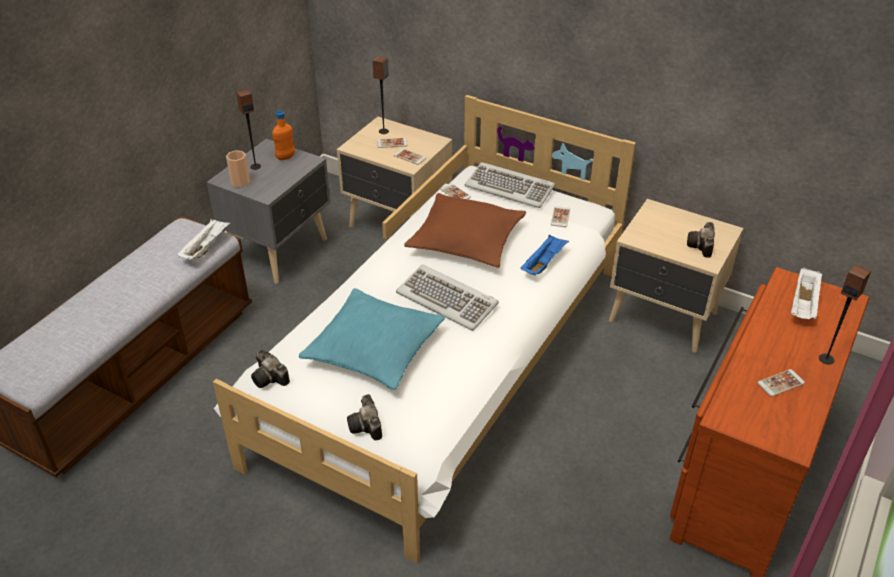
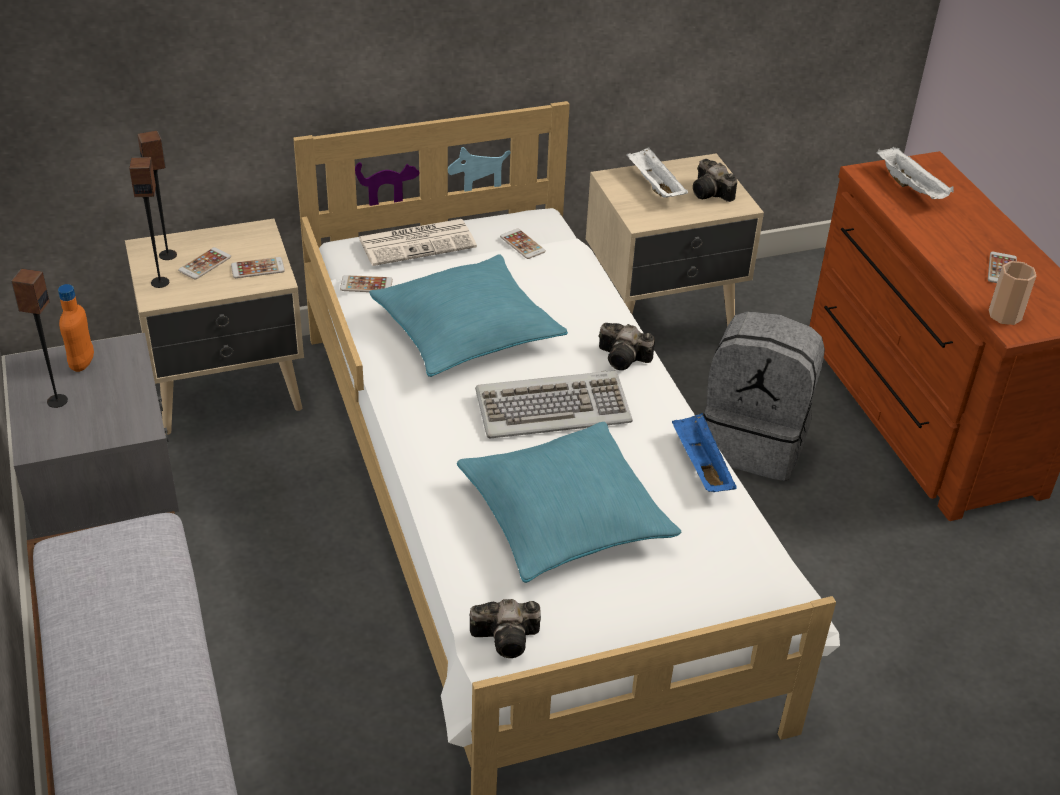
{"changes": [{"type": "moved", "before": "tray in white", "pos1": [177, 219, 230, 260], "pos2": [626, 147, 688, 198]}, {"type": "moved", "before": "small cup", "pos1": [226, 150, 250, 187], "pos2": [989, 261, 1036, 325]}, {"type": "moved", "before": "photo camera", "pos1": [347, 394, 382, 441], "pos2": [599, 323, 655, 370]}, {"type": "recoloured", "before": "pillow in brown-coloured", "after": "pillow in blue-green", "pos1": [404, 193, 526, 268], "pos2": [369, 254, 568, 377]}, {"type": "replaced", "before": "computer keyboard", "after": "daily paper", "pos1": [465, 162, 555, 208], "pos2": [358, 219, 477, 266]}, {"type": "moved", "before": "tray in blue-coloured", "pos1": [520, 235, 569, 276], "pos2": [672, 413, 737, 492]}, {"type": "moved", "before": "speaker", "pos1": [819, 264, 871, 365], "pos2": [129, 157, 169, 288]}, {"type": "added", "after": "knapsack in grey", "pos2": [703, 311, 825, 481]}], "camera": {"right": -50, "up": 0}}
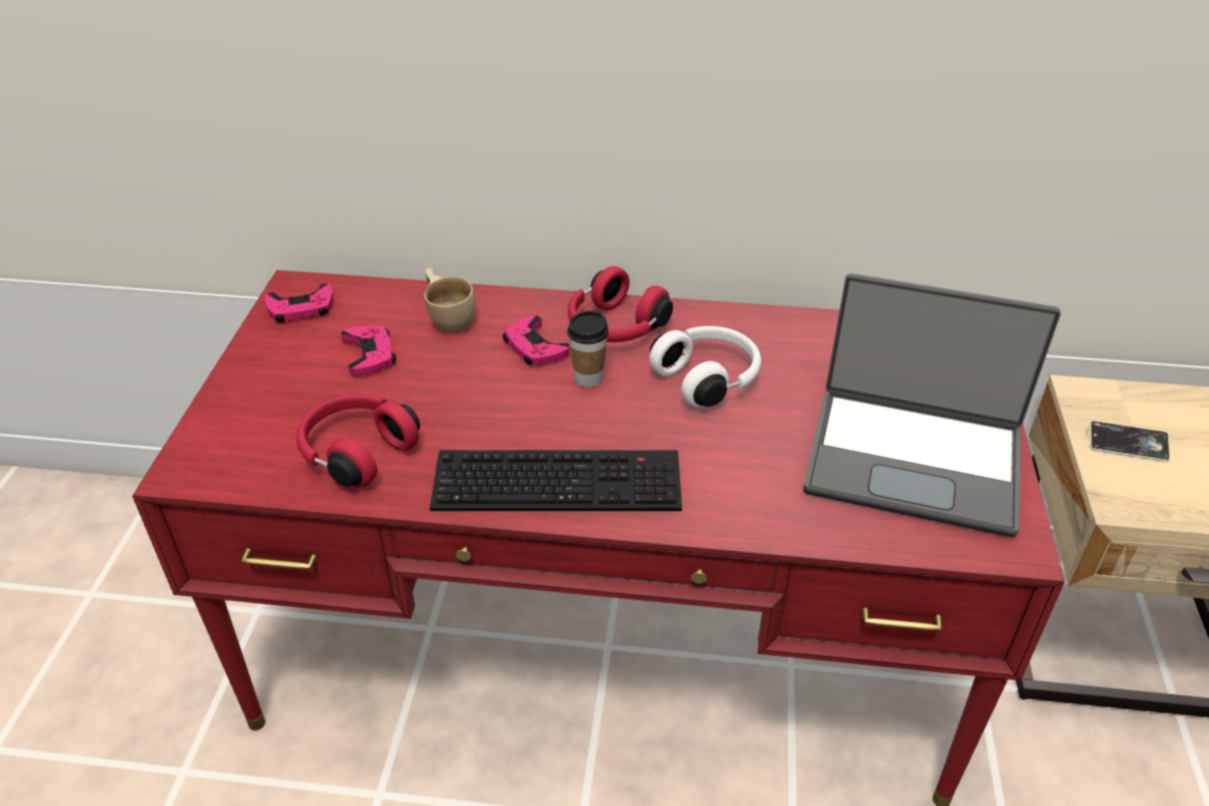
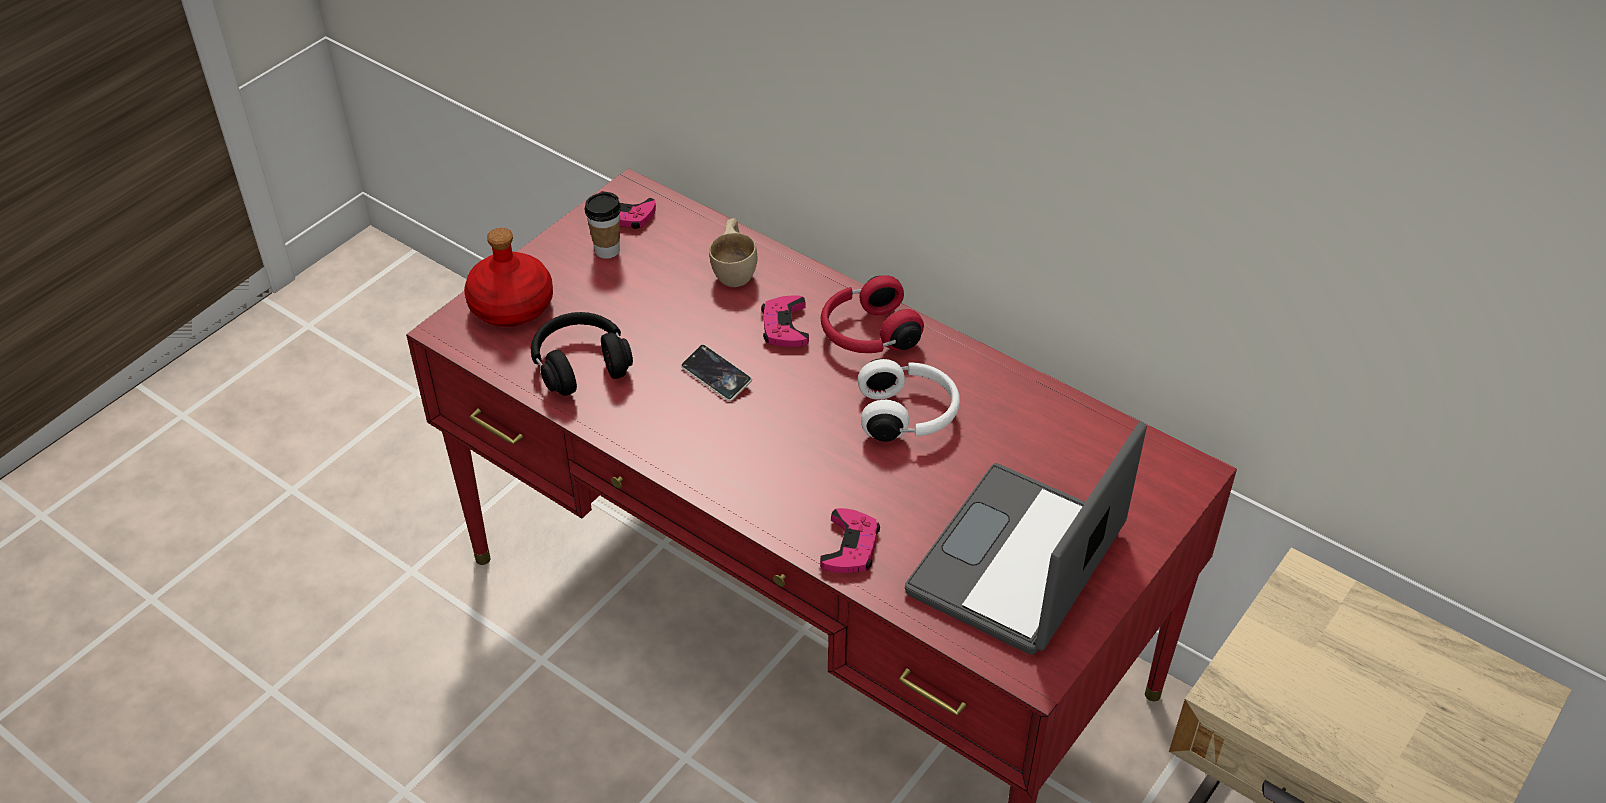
{"changes": [{"type": "recoloured", "before": "headset in red", "after": "headset in black-coloured", "pos1": [297, 394, 420, 487], "pos2": [531, 312, 633, 396]}, {"type": "moved", "before": "joypad in pink", "pos1": [341, 325, 396, 376], "pos2": [820, 508, 880, 573]}, {"type": "removed", "before": "computer keyboard", "pos1": [430, 450, 682, 511]}, {"type": "moved", "before": "small cup", "pos1": [567, 311, 609, 387], "pos2": [584, 192, 621, 259]}, {"type": "turned", "before": "notebook computer", "pos1": [803, 273, 1061, 537], "pos2": [905, 422, 1147, 655], "turn": 75}, {"type": "moved", "before": "telephone", "pos1": [1089, 421, 1170, 462], "pos2": [681, 344, 752, 401]}, {"type": "added", "after": "drink bottle in red", "pos2": [464, 228, 553, 327]}], "camera": {"right": 30, "up": 5}}
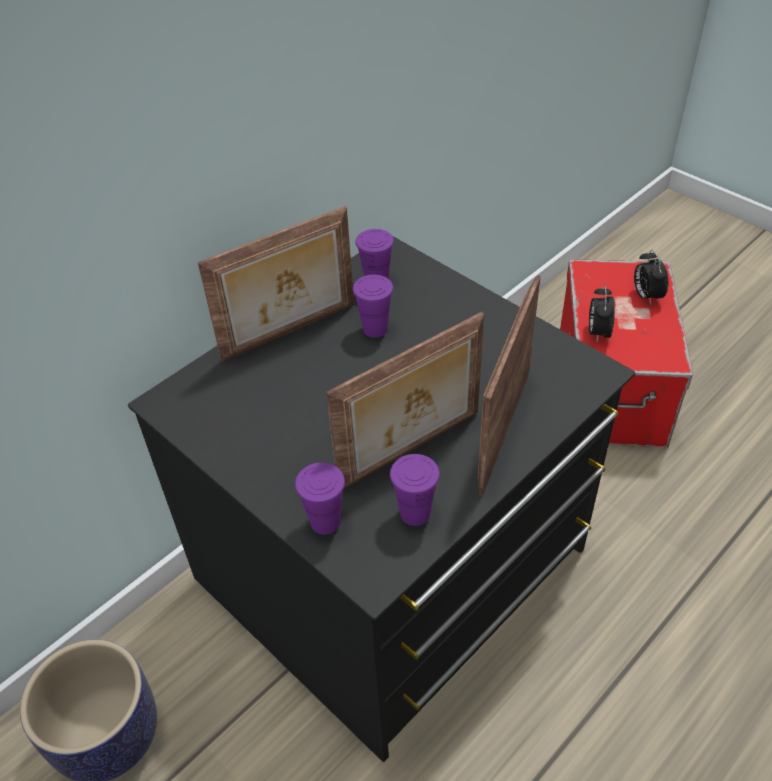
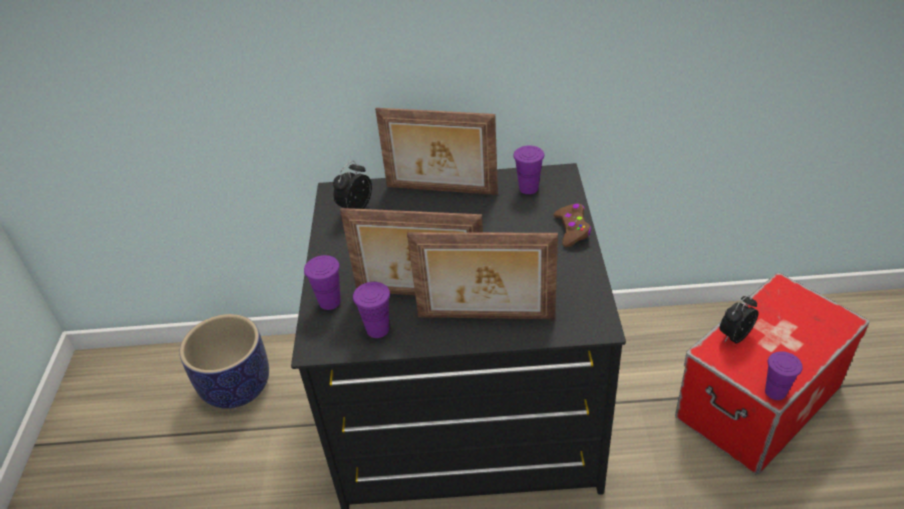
{"changes": [{"type": "moved", "before": "small cup in purplish", "pos1": [353, 275, 393, 338], "pos2": [765, 351, 803, 400]}, {"type": "turned", "before": "photo frame", "pos1": [478, 275, 541, 496], "pos2": [407, 232, 558, 319], "turn": -150}, {"type": "moved", "before": "bedside clock", "pos1": [634, 250, 668, 305], "pos2": [333, 161, 372, 209]}, {"type": "added", "after": "joypad in brown-coloured", "pos2": [553, 203, 591, 247]}], "camera": {"right": 45, "up": -5}}
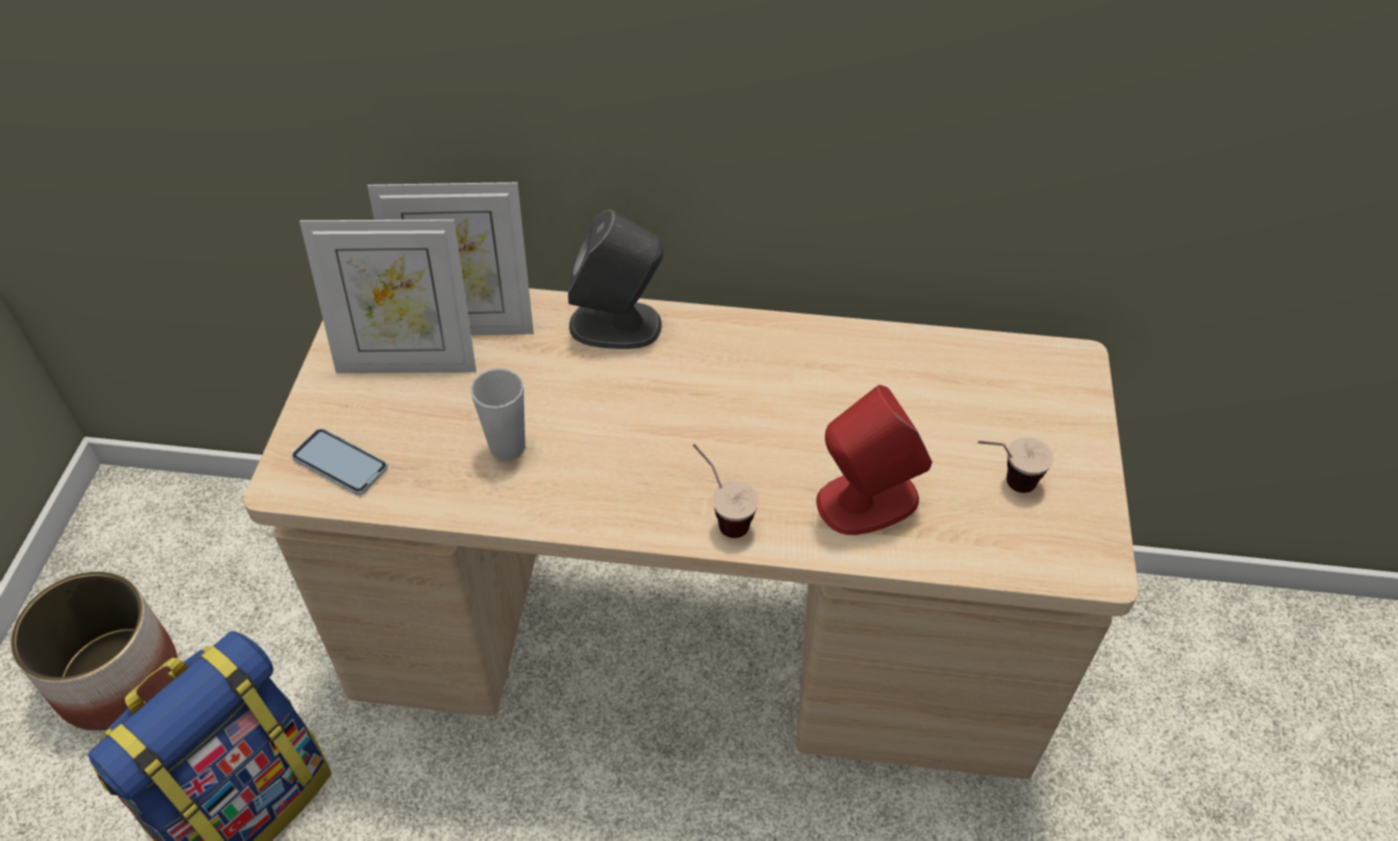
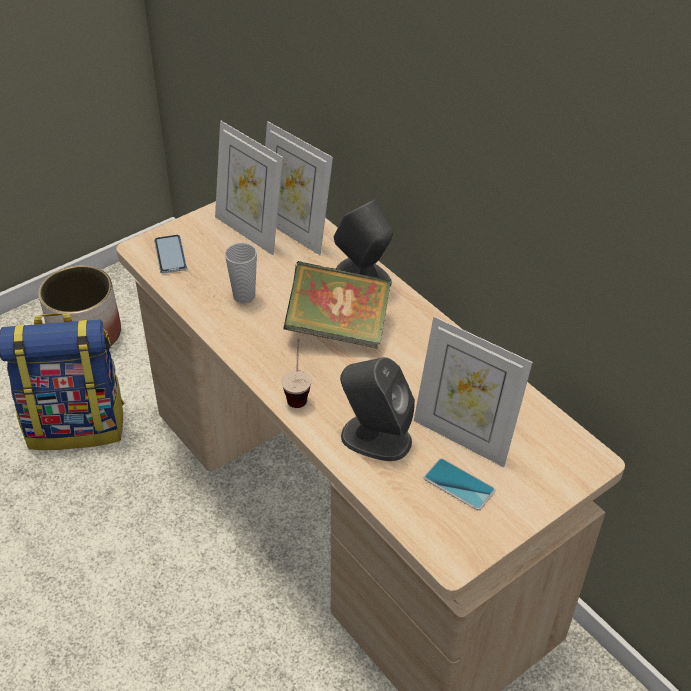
{"changes": [{"type": "recoloured", "before": "speaker in red", "after": "speaker in grey", "pos1": [816, 385, 932, 535], "pos2": [340, 357, 415, 461]}, {"type": "replaced", "before": "small cup", "after": "telephone", "pos1": [978, 437, 1053, 493], "pos2": [424, 458, 495, 510]}, {"type": "added", "after": "book", "pos2": [283, 261, 391, 348]}, {"type": "added", "after": "photo frame", "pos2": [414, 316, 533, 467]}], "camera": {"right": 45, "up": -5}}
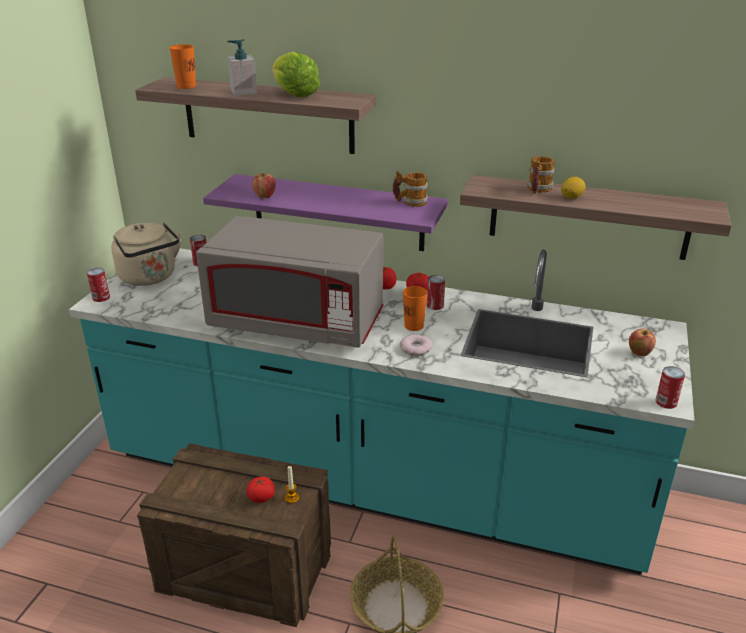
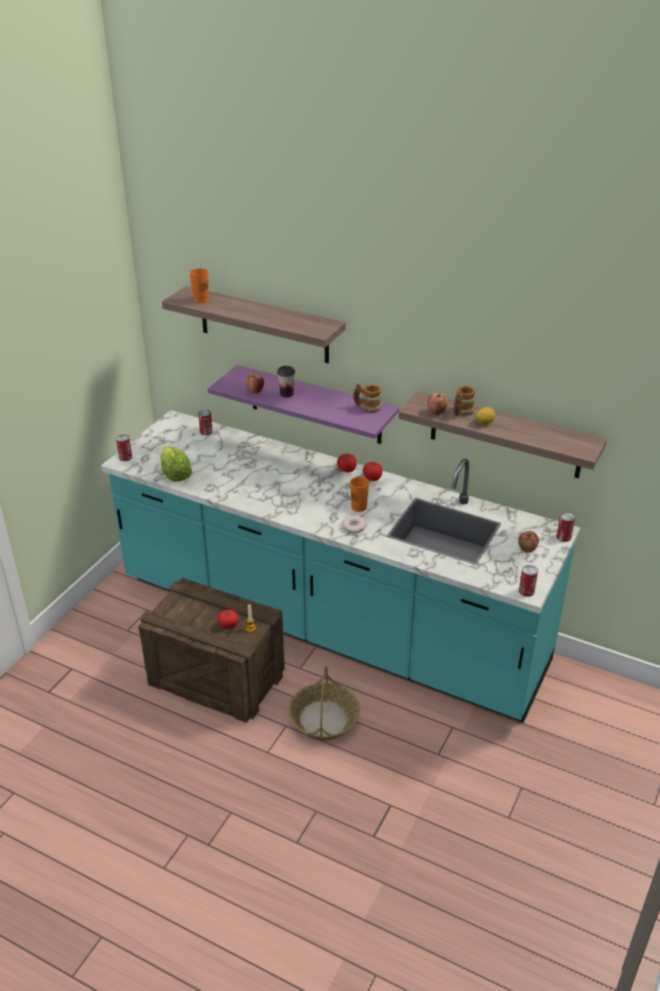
{"changes": [{"type": "removed", "before": "tea kettle in sand-coloured", "pos1": [111, 222, 181, 286]}, {"type": "removed", "before": "microwave in grey", "pos1": [196, 216, 384, 348]}, {"type": "removed", "before": "soap dispenser", "pos1": [227, 39, 257, 96]}, {"type": "moved", "before": "head of lettuce", "pos1": [272, 51, 320, 97], "pos2": [160, 446, 192, 482]}, {"type": "moved", "before": "sealed can", "pos1": [427, 275, 445, 310], "pos2": [556, 512, 575, 542]}, {"type": "added", "after": "small cup", "pos2": [277, 366, 295, 398]}, {"type": "added", "after": "apple fruit", "pos2": [428, 393, 448, 415]}], "camera": {"right": 10, "up": 5}}
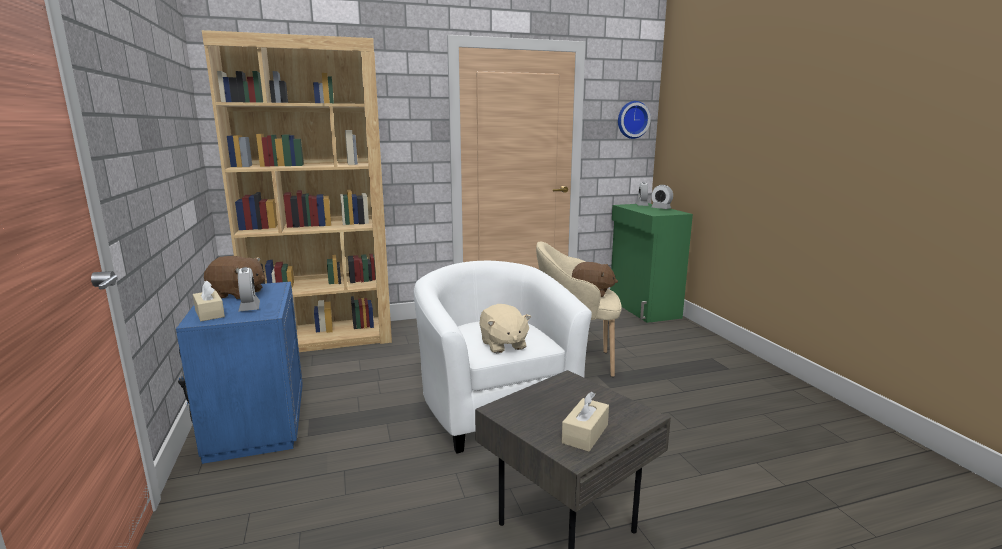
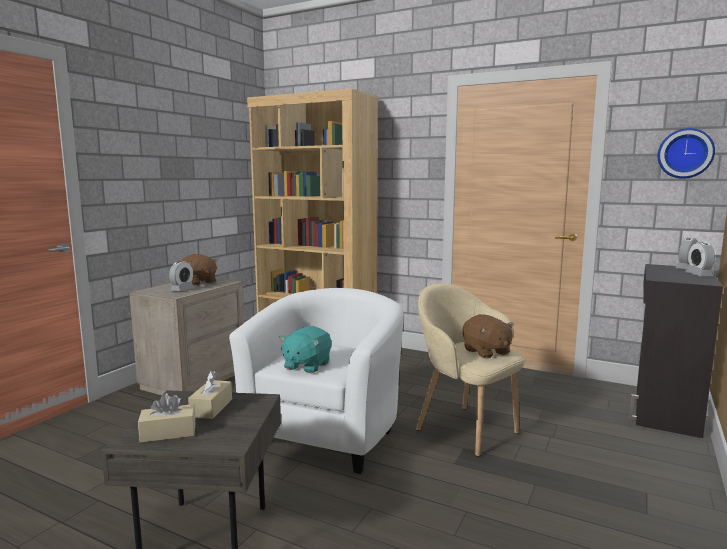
{"changes": [{"type": "recoloured", "before": "night table in blue-coloured", "after": "night table in sand-coloured", "pos1": [176, 282, 303, 464], "pos2": [129, 278, 245, 395]}, {"type": "moved", "before": "tissue holder in sand-coloured", "pos1": [193, 280, 225, 321], "pos2": [188, 371, 232, 419]}, {"type": "recoloured", "before": "soft toy in sand-coloured", "after": "soft toy in blue-green", "pos1": [479, 304, 531, 353], "pos2": [279, 326, 332, 373]}, {"type": "recoloured", "before": "storage cabinet in greenish", "after": "storage cabinet in black-coloured", "pos1": [610, 203, 693, 323], "pos2": [629, 264, 723, 438]}], "camera": {"right": 45, "up": -5}}
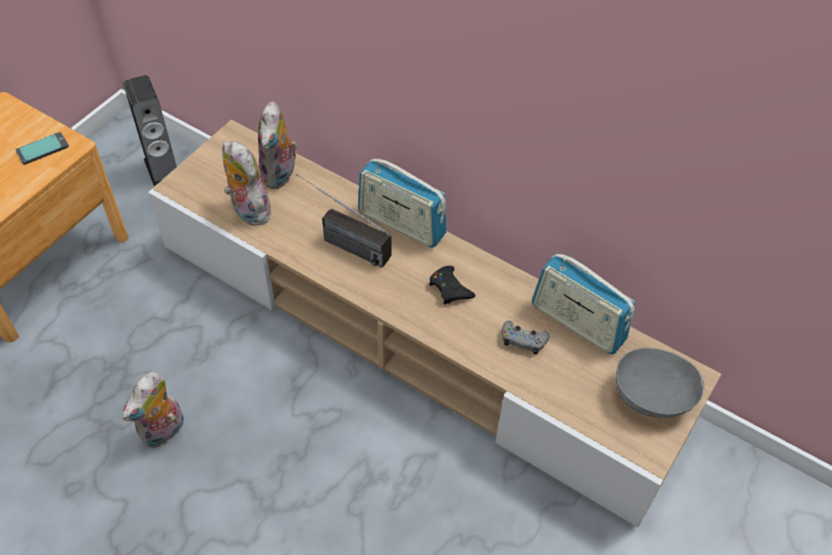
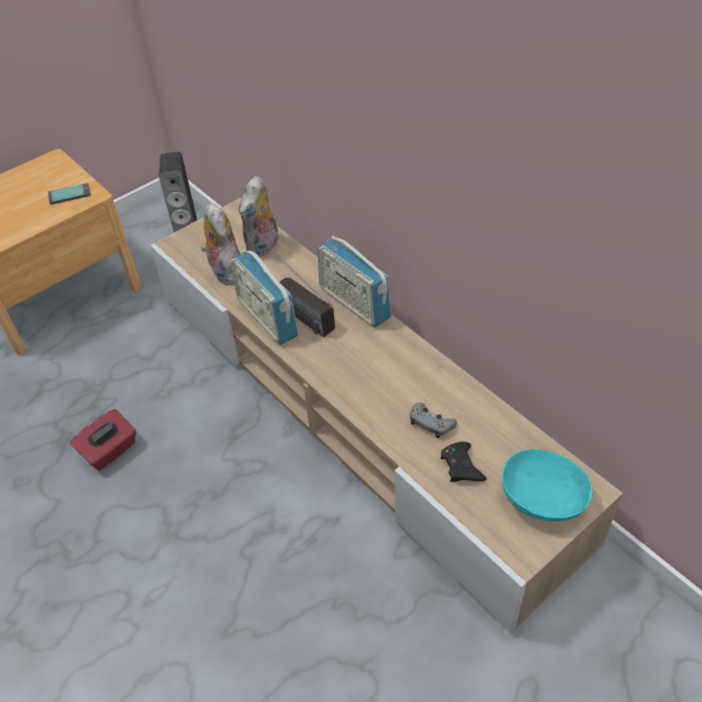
{"changes": [{"type": "replaced", "before": "soft toy", "after": "tissue holder in red", "pos1": [123, 372, 184, 448], "pos2": [70, 409, 136, 470]}, {"type": "moved", "before": "joypad in black-coloured", "pos1": [429, 266, 476, 305], "pos2": [440, 442, 487, 482]}, {"type": "moved", "before": "radio receiver", "pos1": [532, 254, 635, 354], "pos2": [231, 249, 299, 345]}, {"type": "recoloured", "before": "bowl in grey", "after": "bowl in blue-green", "pos1": [616, 347, 705, 417], "pos2": [502, 449, 593, 521]}], "camera": {"right": 20, "up": -5}}
